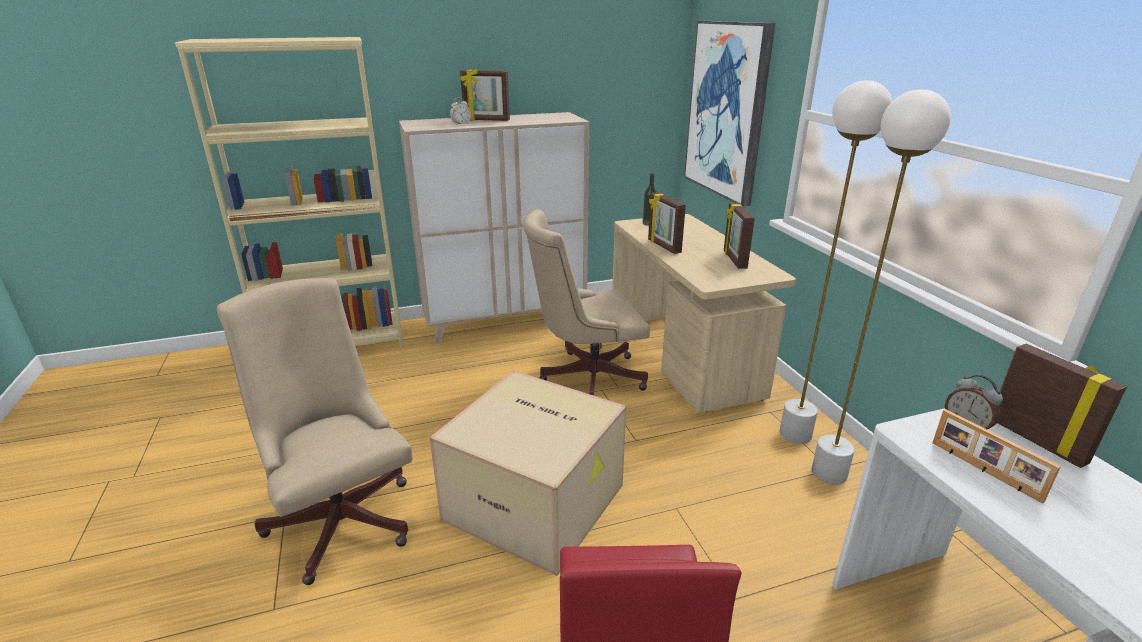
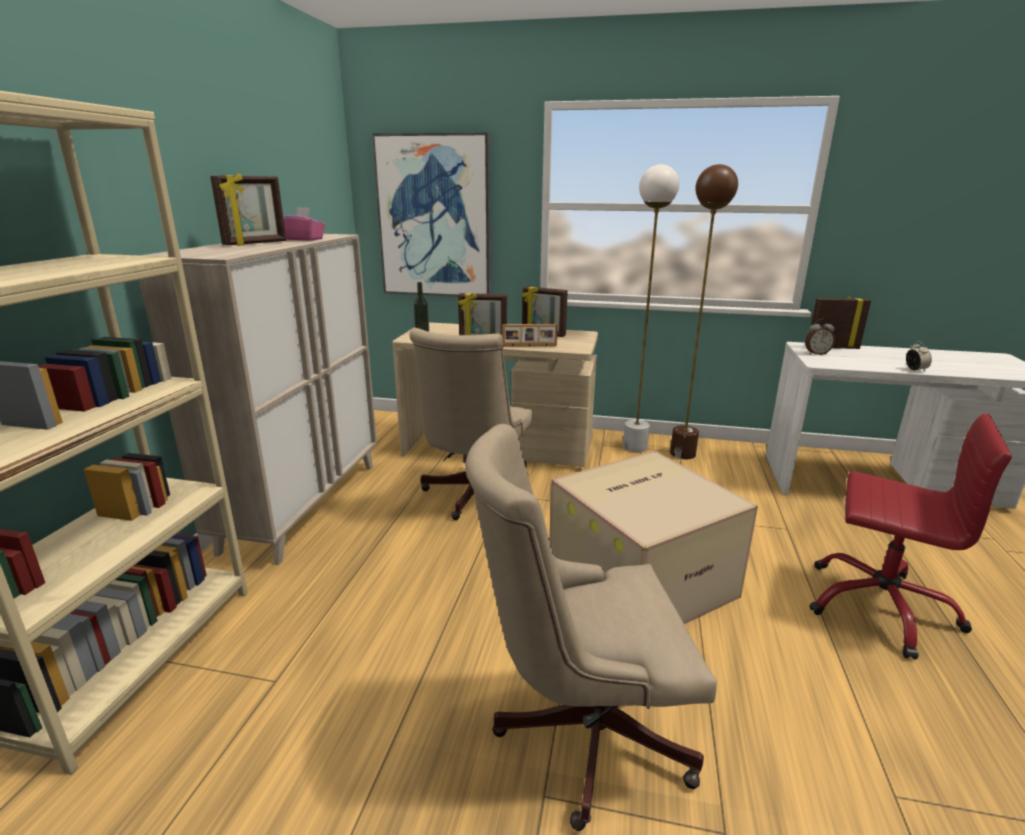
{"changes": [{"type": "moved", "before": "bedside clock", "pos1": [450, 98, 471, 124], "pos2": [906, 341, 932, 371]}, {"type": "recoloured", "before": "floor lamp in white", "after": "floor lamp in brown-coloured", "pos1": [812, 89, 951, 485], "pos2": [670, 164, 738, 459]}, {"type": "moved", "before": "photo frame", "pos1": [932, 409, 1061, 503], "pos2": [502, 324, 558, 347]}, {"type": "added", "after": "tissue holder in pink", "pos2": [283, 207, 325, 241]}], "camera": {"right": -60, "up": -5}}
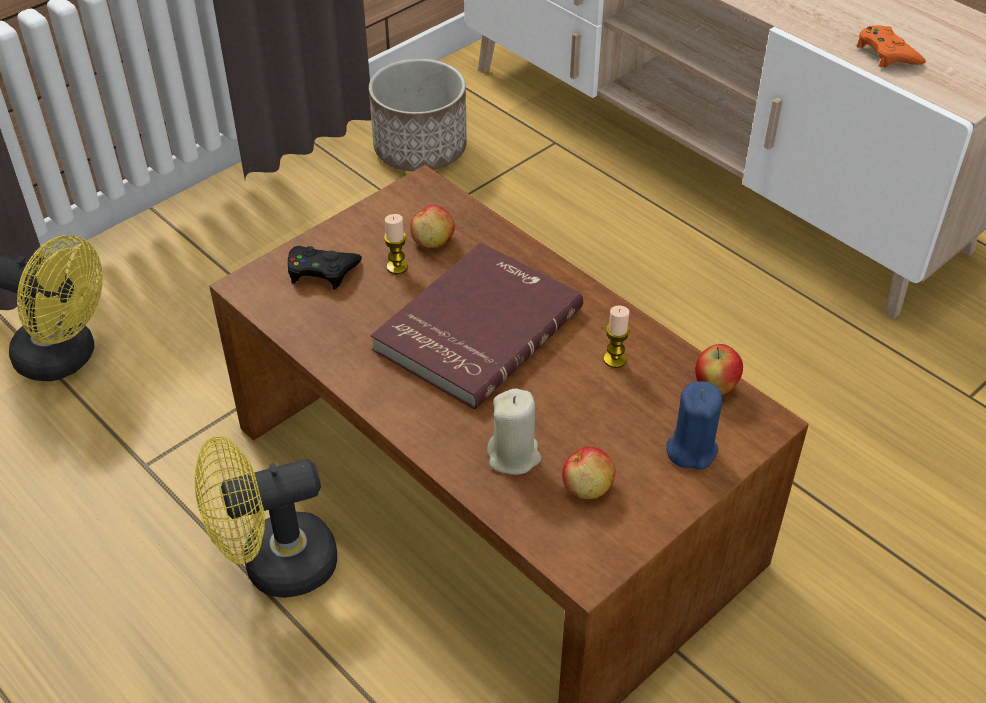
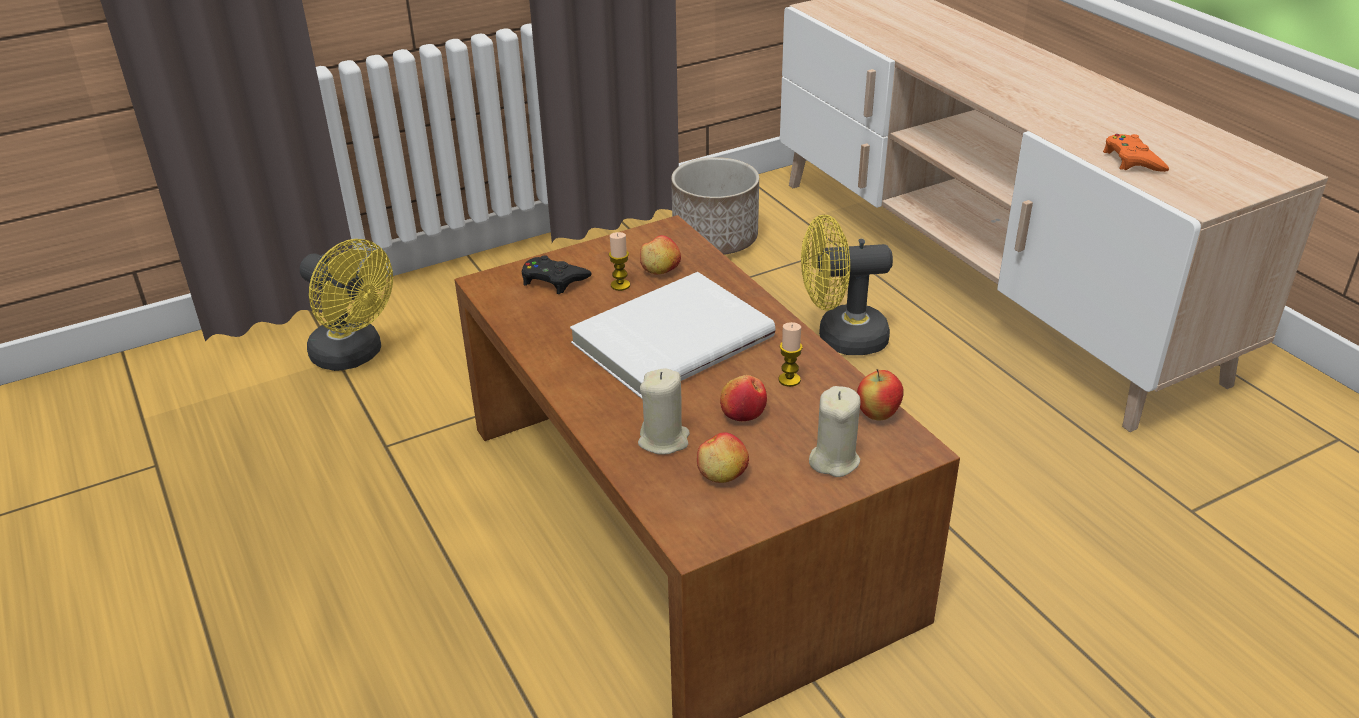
{"changes": [{"type": "moved", "before": "fan in yellow-coloured", "pos1": [195, 436, 337, 598], "pos2": [801, 215, 893, 355]}, {"type": "recoloured", "before": "book in red", "after": "book in white", "pos1": [371, 242, 583, 409], "pos2": [570, 272, 775, 399]}, {"type": "recoloured", "before": "candle in blue-coloured", "after": "candle in sand-coloured", "pos1": [666, 381, 722, 470], "pos2": [809, 386, 861, 477]}, {"type": "added", "after": "apple fruit", "pos2": [720, 375, 767, 421]}], "camera": {"right": 15, "up": -10}}
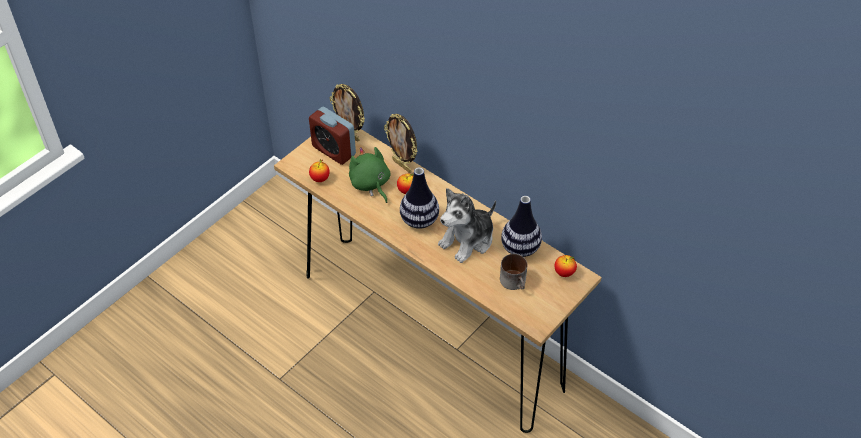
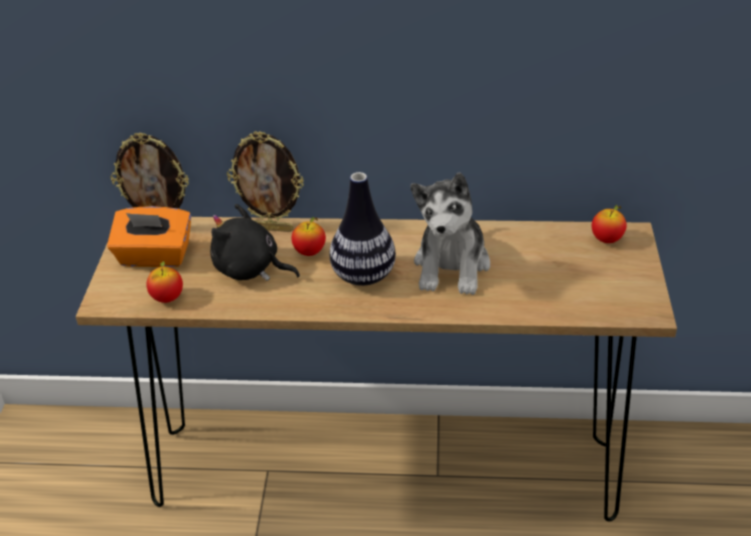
{"changes": [{"type": "replaced", "before": "bedside clock", "after": "tissue holder in orangey", "pos1": [309, 107, 356, 165], "pos2": [107, 206, 191, 267]}, {"type": "recoloured", "before": "soft toy in greenish", "after": "soft toy in black-coloured", "pos1": [349, 147, 390, 203], "pos2": [210, 204, 300, 281]}, {"type": "removed", "before": "mug", "pos1": [500, 254, 527, 290]}, {"type": "removed", "before": "vase", "pos1": [501, 196, 542, 257]}], "camera": {"right": -35, "up": -10}}
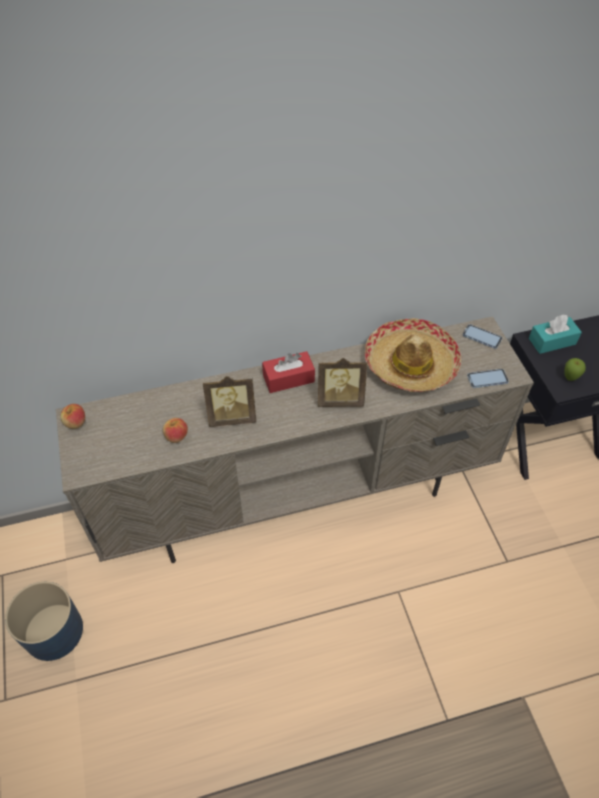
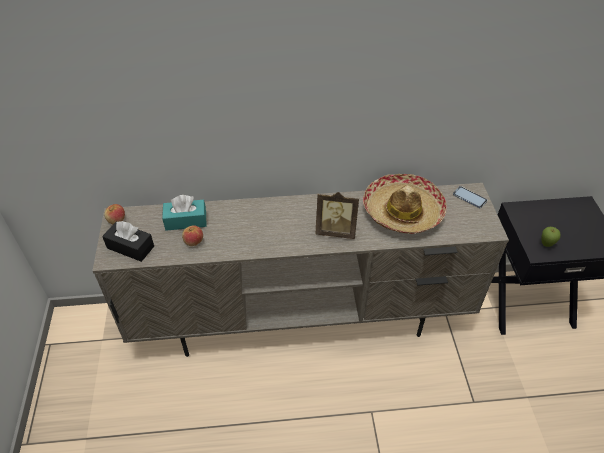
{"changes": [{"type": "removed", "before": "planter in blue-coloured", "pos1": [5, 582, 83, 661]}, {"type": "removed", "before": "photo frame", "pos1": [203, 376, 256, 427]}, {"type": "removed", "before": "tissue holder in red", "pos1": [262, 351, 315, 393]}, {"type": "removed", "before": "telephone", "pos1": [467, 369, 509, 388]}, {"type": "moved", "before": "tissue holder in blue-green", "pos1": [529, 315, 582, 354], "pos2": [162, 195, 207, 231]}, {"type": "added", "after": "tissue holder in black-coloured", "pos2": [102, 221, 154, 262]}], "camera": {"right": 10, "up": -5}}
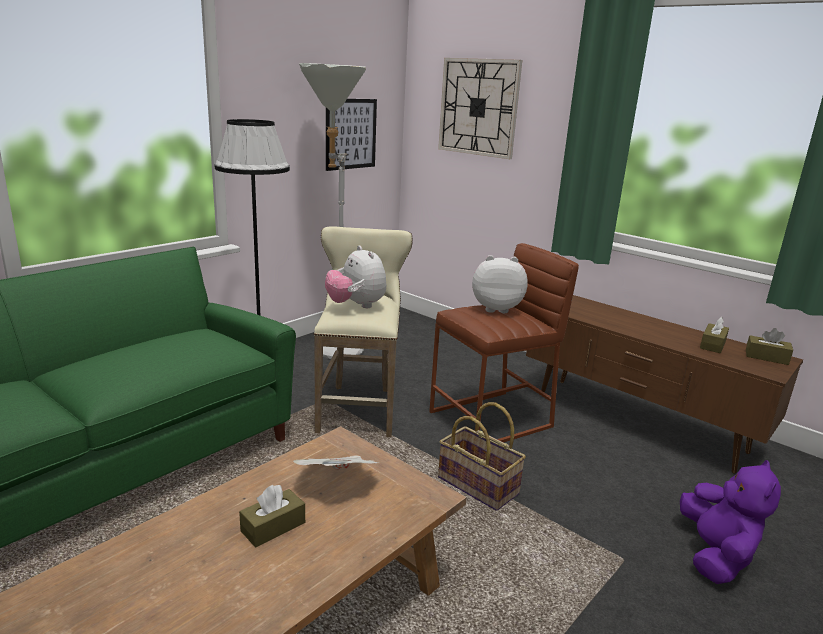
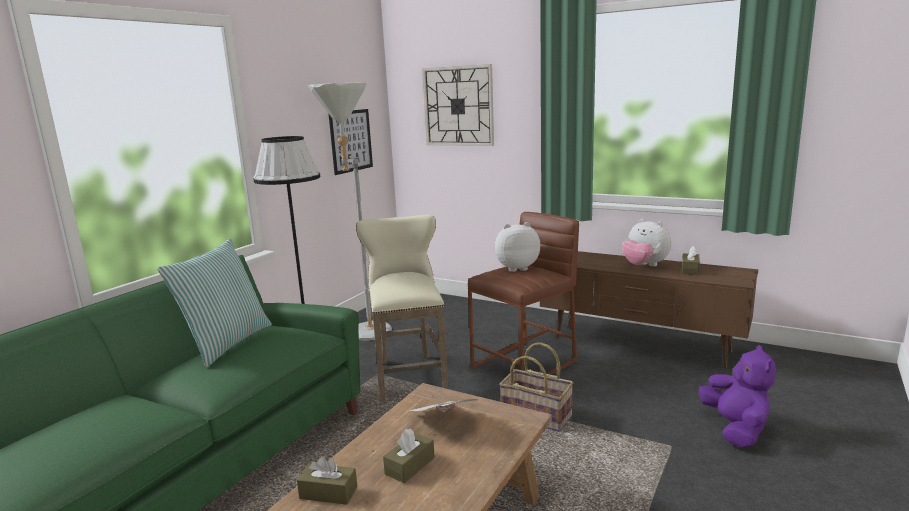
{"changes": [{"type": "moved", "before": "soft toy", "pos1": [325, 246, 386, 308], "pos2": [622, 219, 671, 267]}, {"type": "moved", "before": "tissue holder in brown-coloured", "pos1": [746, 328, 793, 365], "pos2": [297, 456, 357, 505]}, {"type": "added", "after": "pillow", "pos2": [157, 238, 272, 367]}], "camera": {"right": -10, "up": -5}}
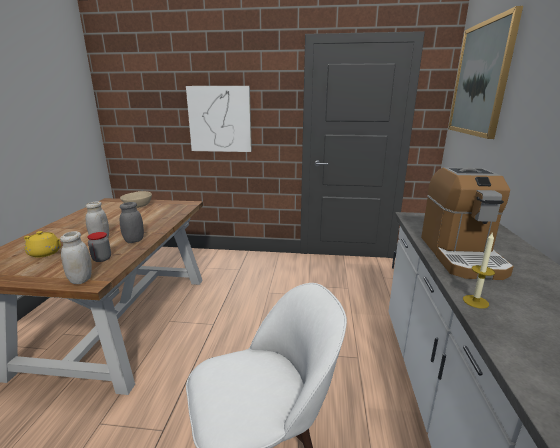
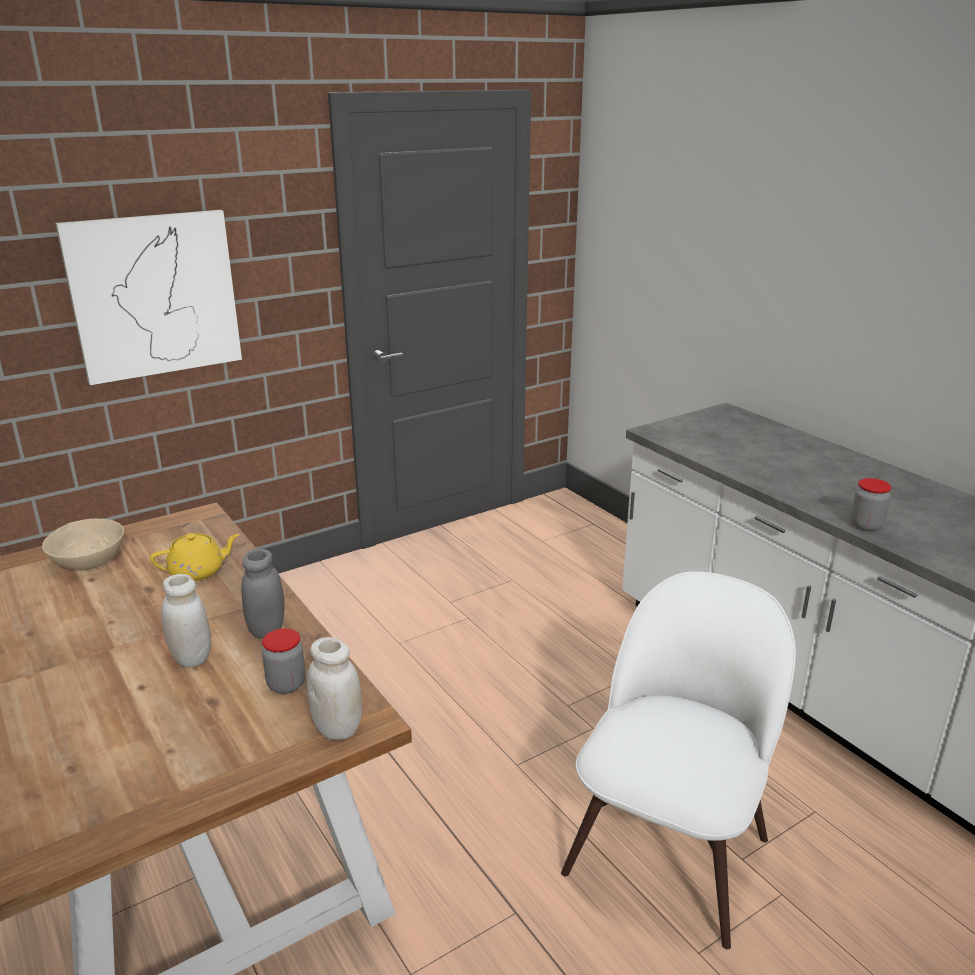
{"changes": [{"type": "moved", "before": "pot for tea in yellow-coloured", "pos1": [24, 231, 61, 258], "pos2": [150, 533, 240, 581]}, {"type": "removed", "before": "coffee machine", "pos1": [421, 167, 514, 280]}, {"type": "removed", "before": "wall art", "pos1": [448, 6, 523, 139]}, {"type": "replaced", "before": "candle", "after": "preserve jar", "pos1": [463, 233, 495, 309], "pos2": [851, 478, 891, 531]}], "camera": {"right": -40, "up": 5}}
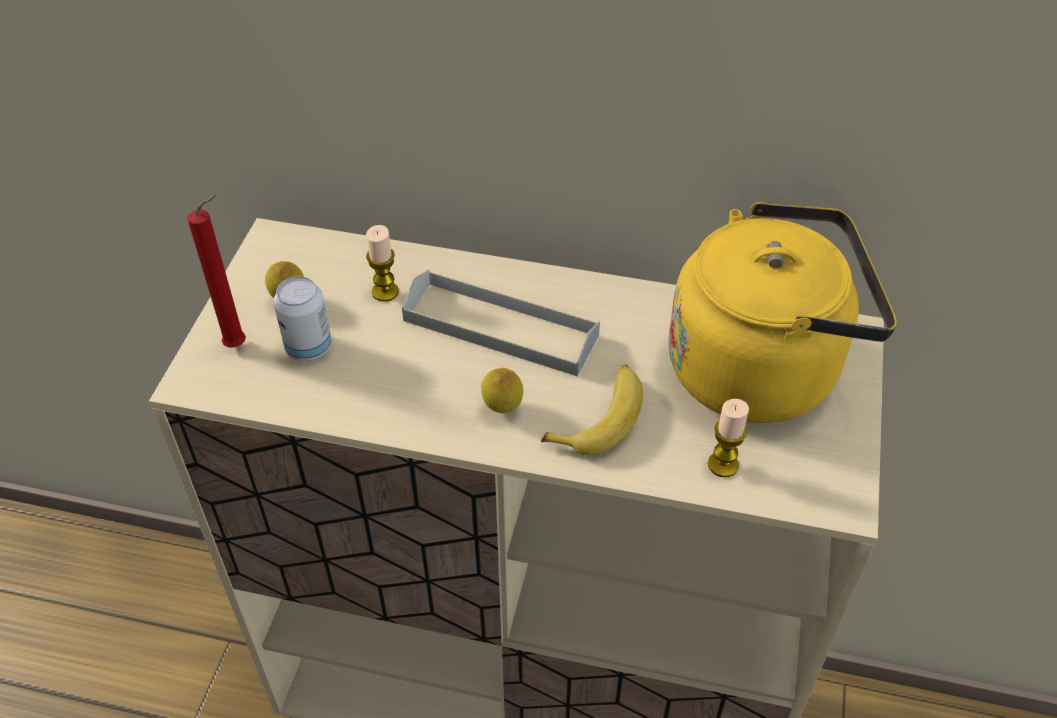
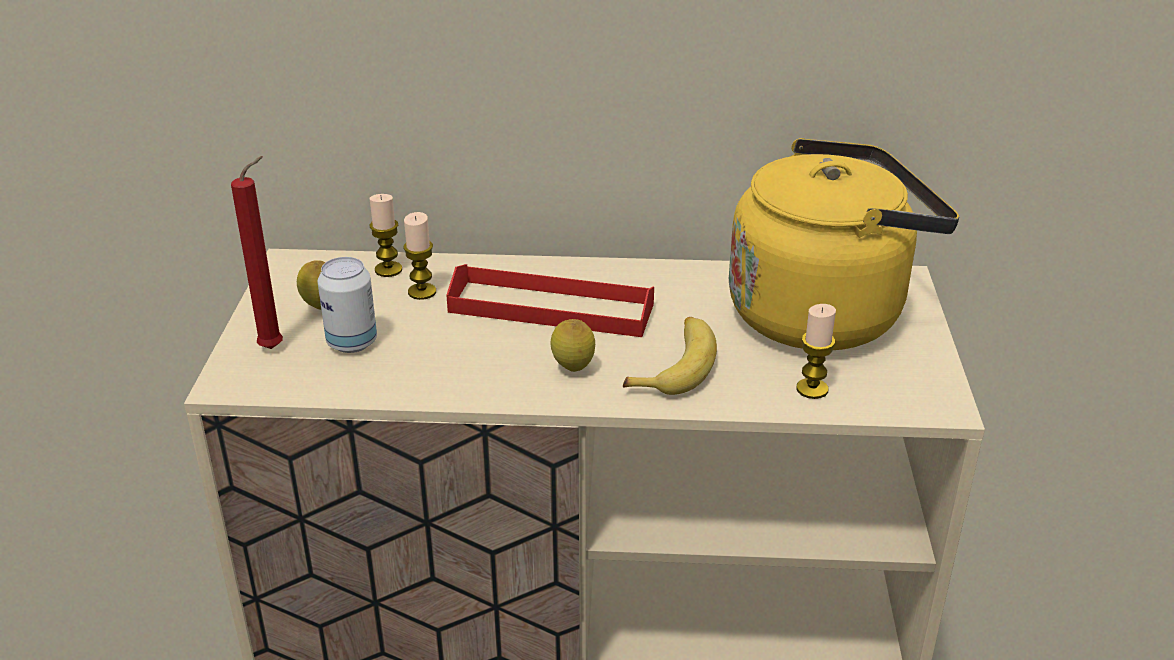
{"changes": [{"type": "recoloured", "before": "tray in grey", "after": "tray in red", "pos1": [402, 270, 600, 377], "pos2": [446, 264, 654, 337]}, {"type": "added", "after": "candle", "pos2": [370, 194, 402, 277]}], "camera": {"right": -10, "up": -15}}
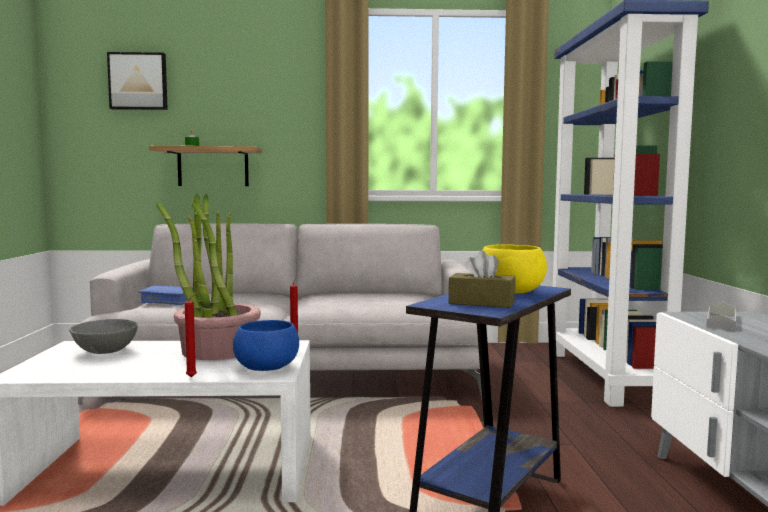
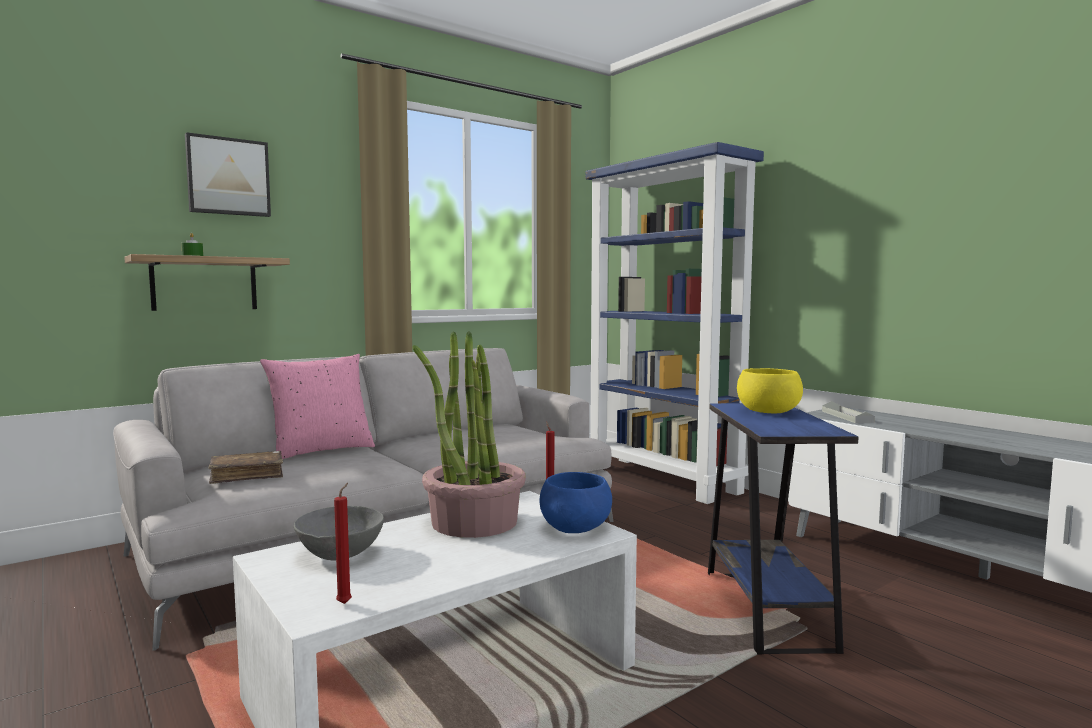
{"changes": [{"type": "moved", "before": "wall art", "pos1": [107, 52, 168, 110], "pos2": [185, 132, 271, 217]}, {"type": "recoloured", "before": "book in blue-coloured", "after": "book in brown-coloured", "pos1": [138, 286, 193, 305], "pos2": [209, 451, 283, 484]}, {"type": "moved", "before": "candle in red", "pos1": [185, 293, 197, 378], "pos2": [334, 483, 352, 604]}, {"type": "removed", "before": "tissue holder in brown-coloured", "pos1": [449, 251, 516, 308]}, {"type": "added", "after": "pillow in pink", "pos2": [260, 354, 375, 459]}], "camera": {"right": -35, "up": 0}}
